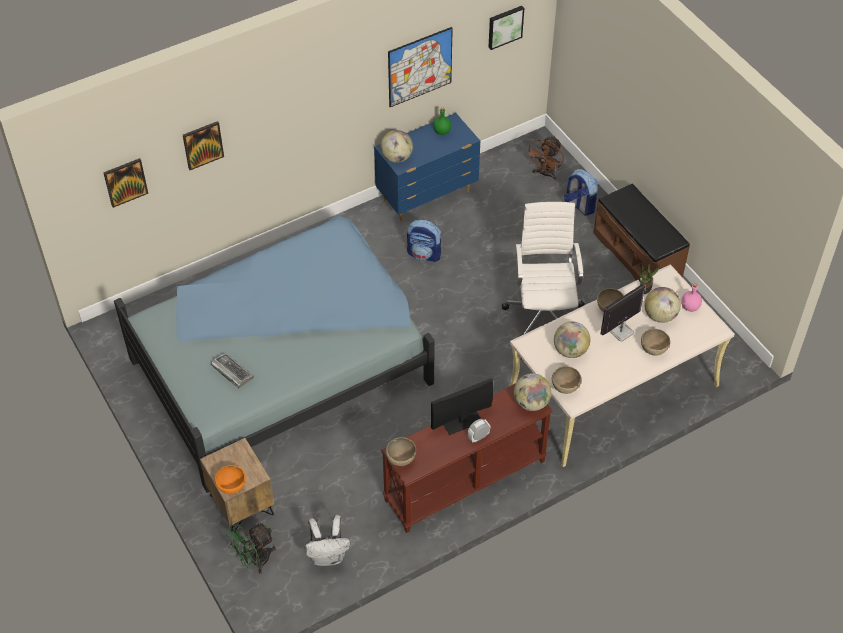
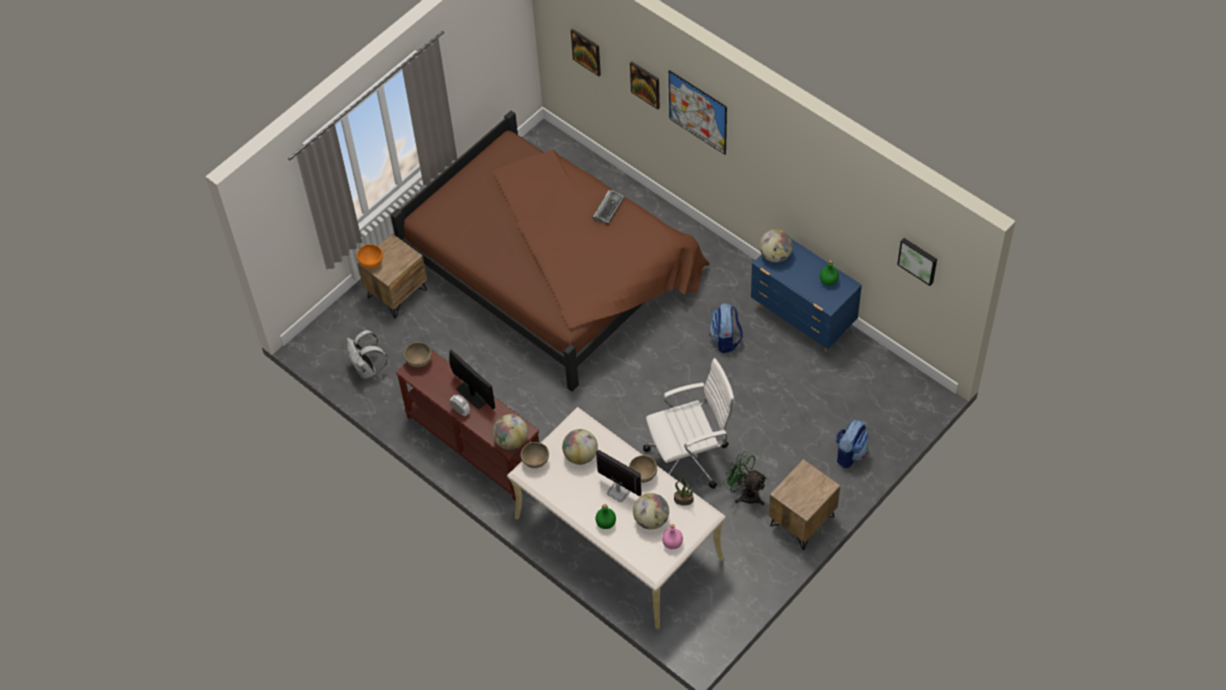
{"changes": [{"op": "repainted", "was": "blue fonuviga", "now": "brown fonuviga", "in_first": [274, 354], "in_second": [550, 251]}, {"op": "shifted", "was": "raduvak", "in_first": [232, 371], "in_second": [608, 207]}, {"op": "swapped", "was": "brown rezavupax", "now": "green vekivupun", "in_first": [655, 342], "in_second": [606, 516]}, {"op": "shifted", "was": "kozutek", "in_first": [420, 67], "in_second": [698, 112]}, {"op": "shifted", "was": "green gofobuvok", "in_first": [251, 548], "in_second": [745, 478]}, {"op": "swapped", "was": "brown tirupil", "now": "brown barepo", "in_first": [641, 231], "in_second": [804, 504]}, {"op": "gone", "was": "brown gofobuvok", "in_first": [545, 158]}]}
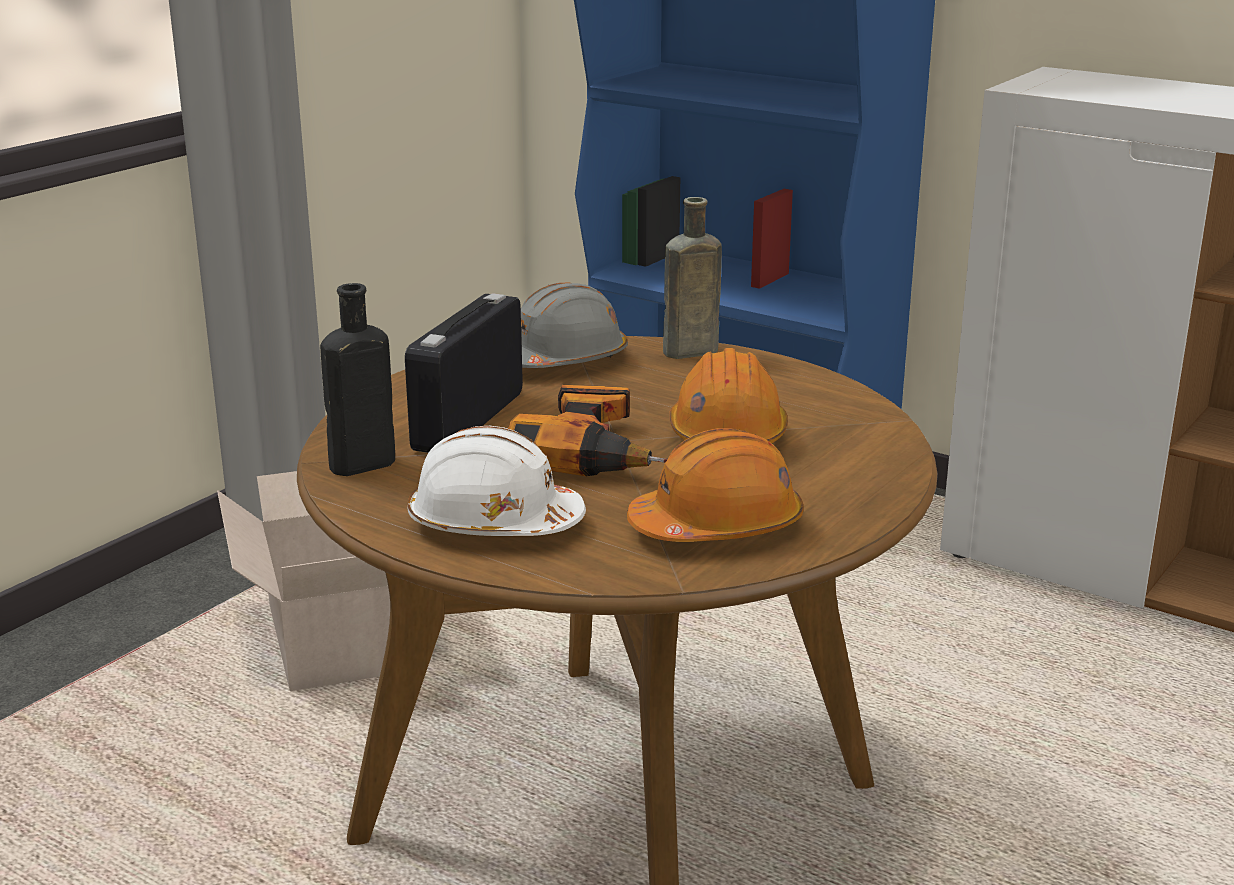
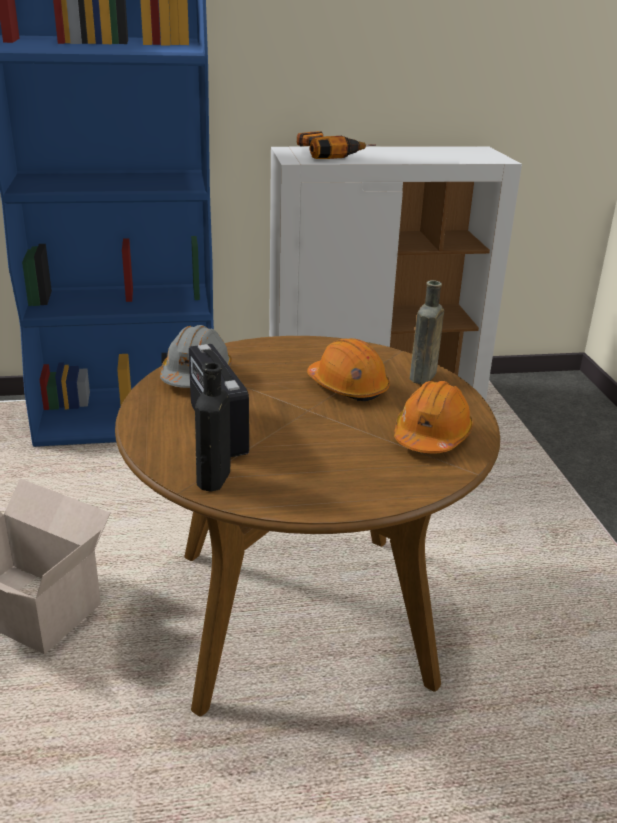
{"changes": [{"op": "shifted", "was": "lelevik", "in_first": [587, 431], "in_second": [336, 145]}, {"op": "shifted", "was": "brown vekivupun", "in_first": [692, 278], "in_second": [427, 332]}, {"op": "gone", "was": "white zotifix", "in_first": [497, 481]}]}
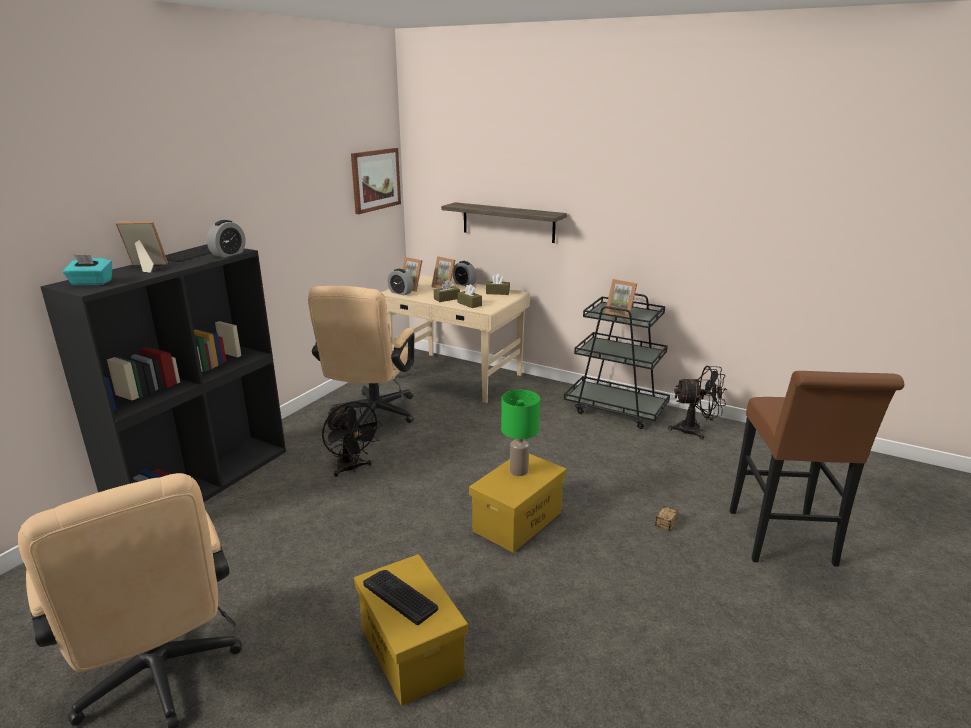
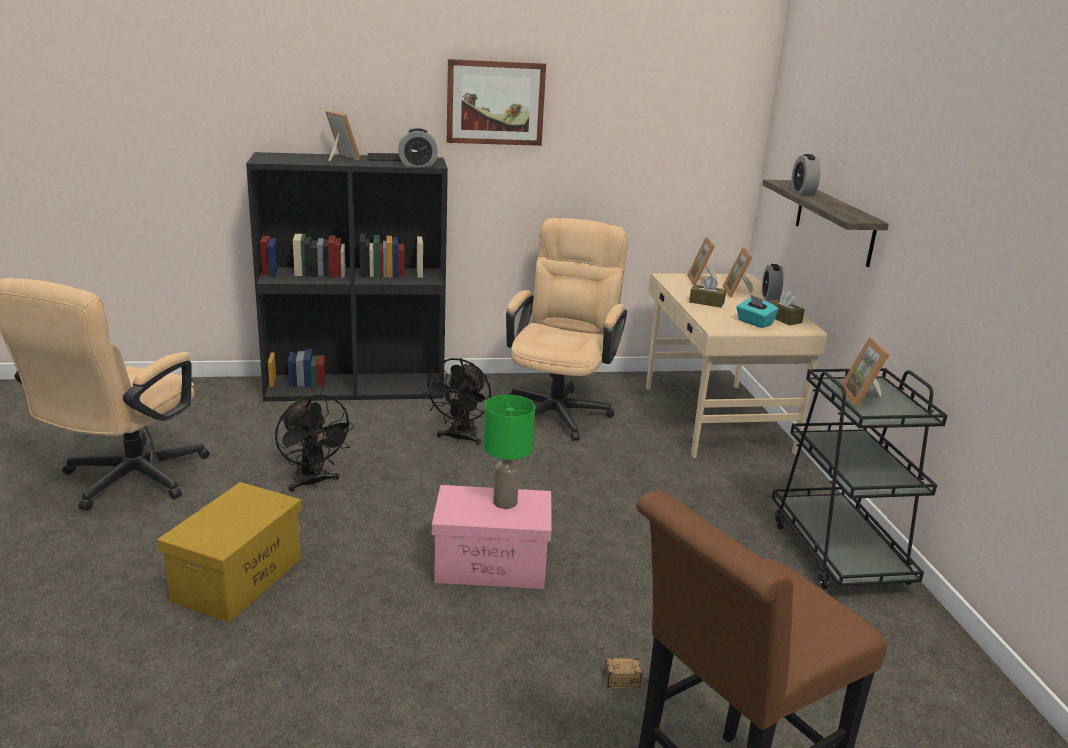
{"changes": [{"op": "shifted", "was": "black gofobuvok", "in_first": [697, 403], "in_second": [315, 443]}, {"op": "repainted", "was": "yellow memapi", "now": "pink memapi", "in_first": [518, 503], "in_second": [492, 537]}, {"op": "shifted", "was": "kozutek", "in_first": [376, 181], "in_second": [496, 102]}, {"op": "rotated", "was": "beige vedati", "in_first": [361, 356], "in_second": [567, 329], "clockwise": 135}, {"op": "shifted", "was": "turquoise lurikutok", "in_first": [87, 270], "in_second": [757, 311]}, {"op": "shifted", "was": "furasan", "in_first": [400, 282], "in_second": [806, 174]}, {"op": "gone", "was": "raduvak", "in_first": [400, 597]}, {"op": "gone", "was": "brown lurikutok", "in_first": [469, 296]}]}
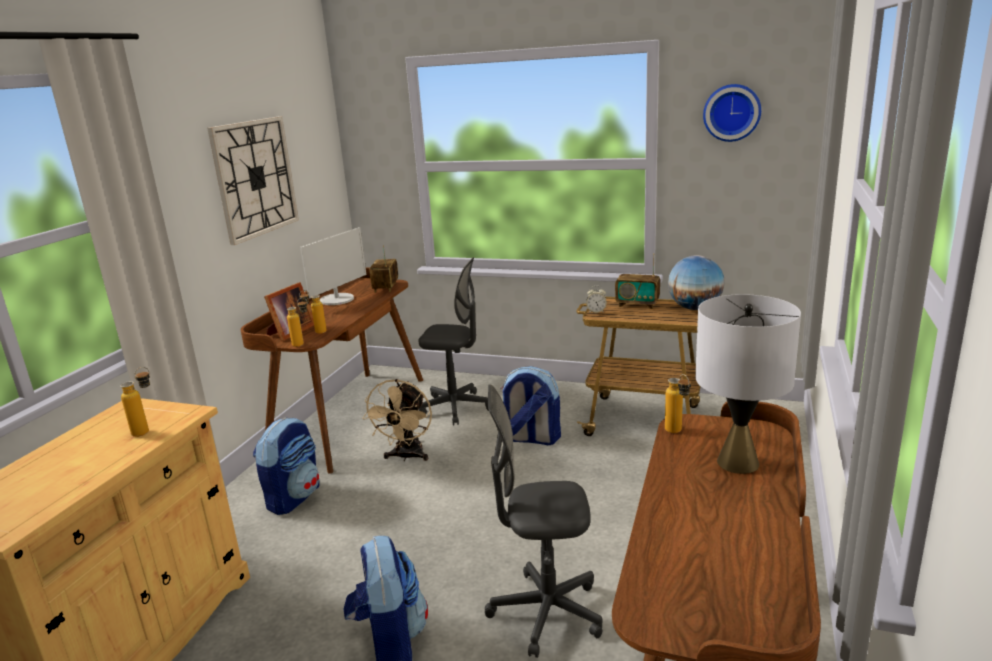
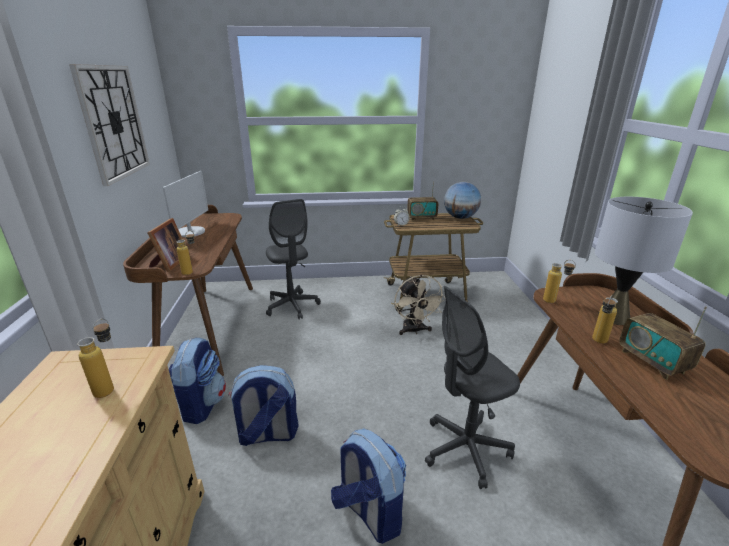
{"changes": [{"op": "shifted", "was": "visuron", "in_first": [530, 405], "in_second": [263, 405]}, {"op": "rotated", "was": "grey vedati", "in_first": [454, 341], "in_second": [293, 259], "clockwise": 75}, {"op": "shifted", "was": "beige gofobuvok", "in_first": [397, 420], "in_second": [420, 305]}, {"op": "shifted", "was": "vekivupun", "in_first": [313, 312], "in_second": [605, 319]}, {"op": "shifted", "was": "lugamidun", "in_first": [383, 269], "in_second": [663, 343]}, {"op": "gone", "was": "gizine", "in_first": [732, 113]}]}
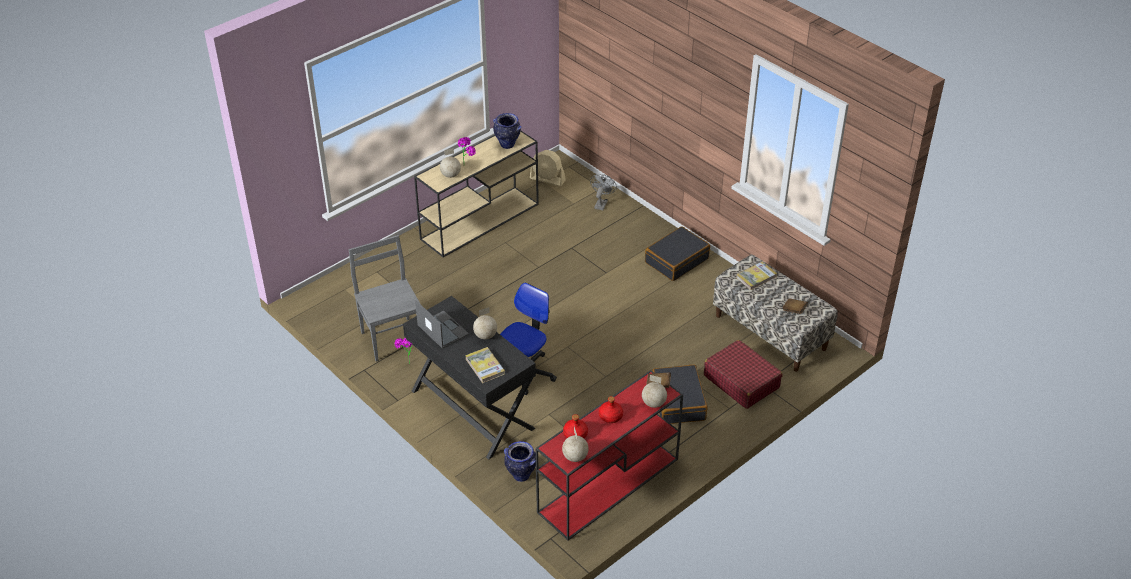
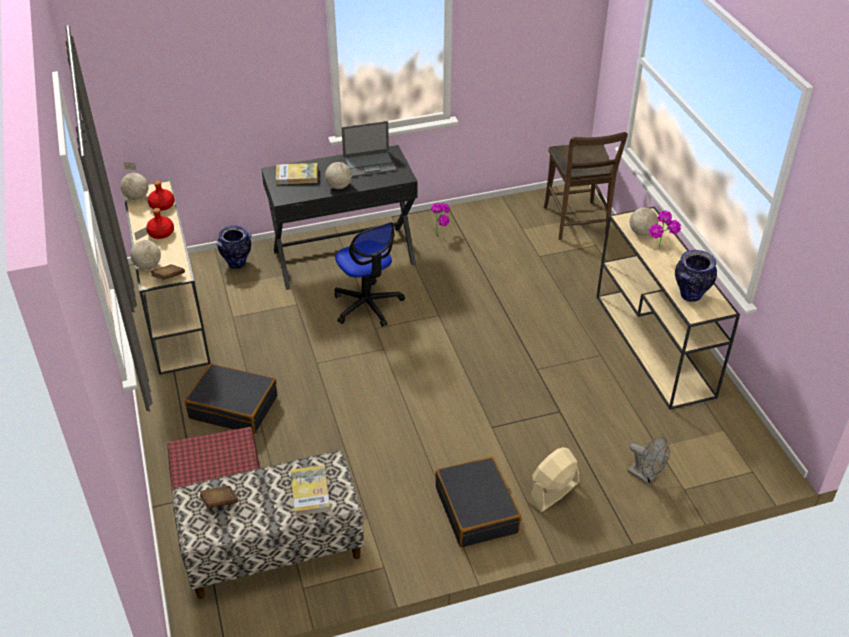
{"changes": [{"op": "repainted", "was": "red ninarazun", "now": "beige ninarazun", "in_first": [609, 455], "in_second": [167, 277]}, {"op": "shifted", "was": "beige gofobuvok", "in_first": [548, 168], "in_second": [553, 479]}, {"op": "new", "now": "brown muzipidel", "in_second": [586, 186]}, {"op": "gone", "was": "grey muzipidel", "in_first": [384, 298]}]}
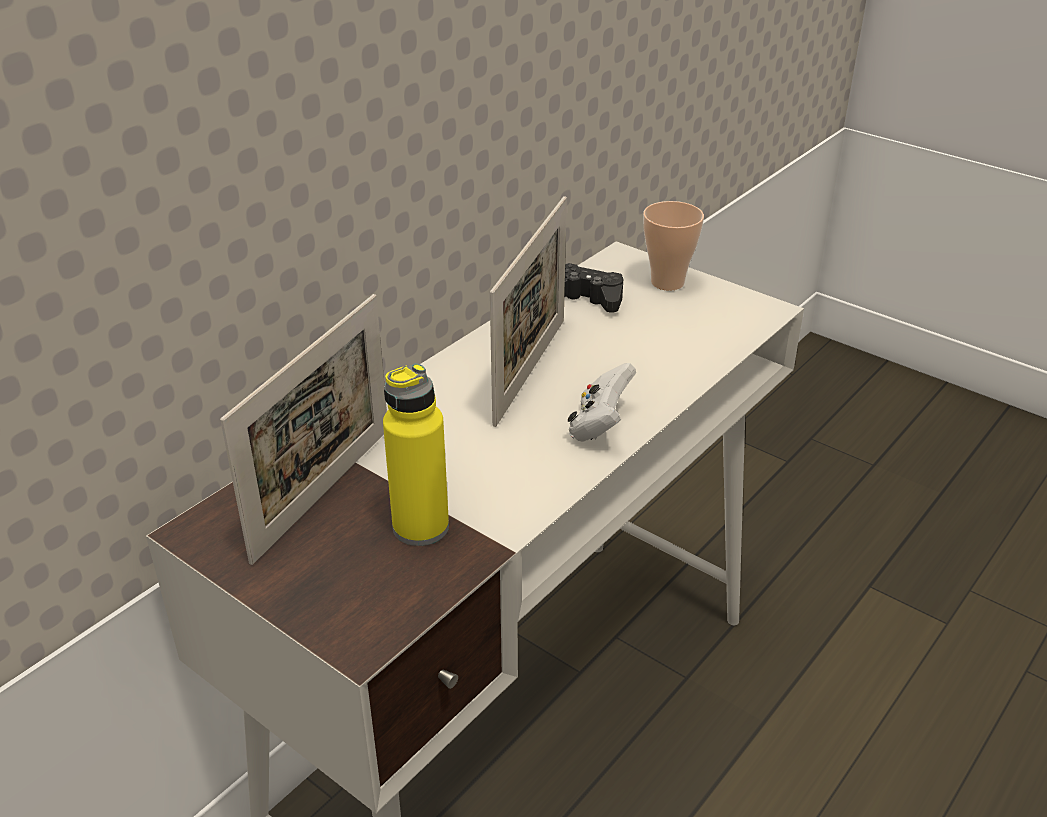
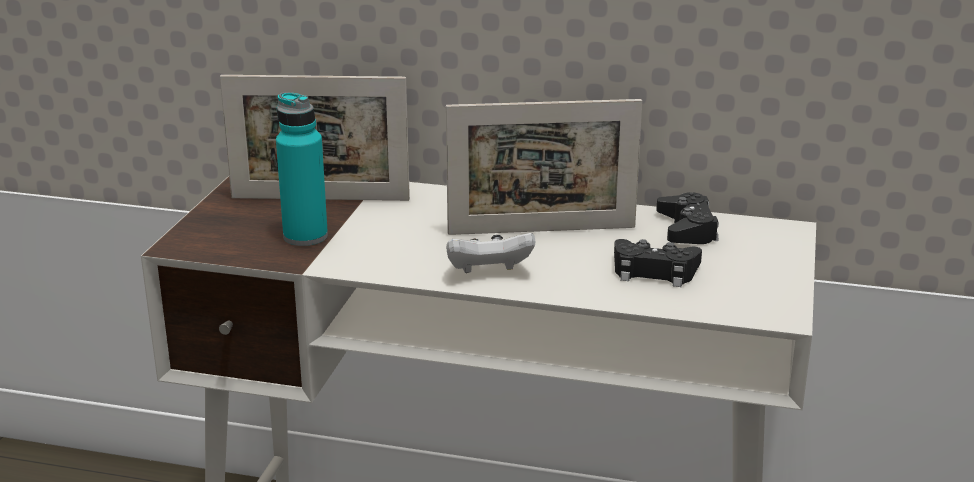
{"changes": [{"op": "repainted", "was": "yellow vekivupun", "now": "turquoise vekivupun", "in_first": [416, 454], "in_second": [302, 169]}, {"op": "new", "now": "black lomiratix", "in_second": [658, 263]}, {"op": "gone", "was": "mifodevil", "in_first": [673, 246]}]}
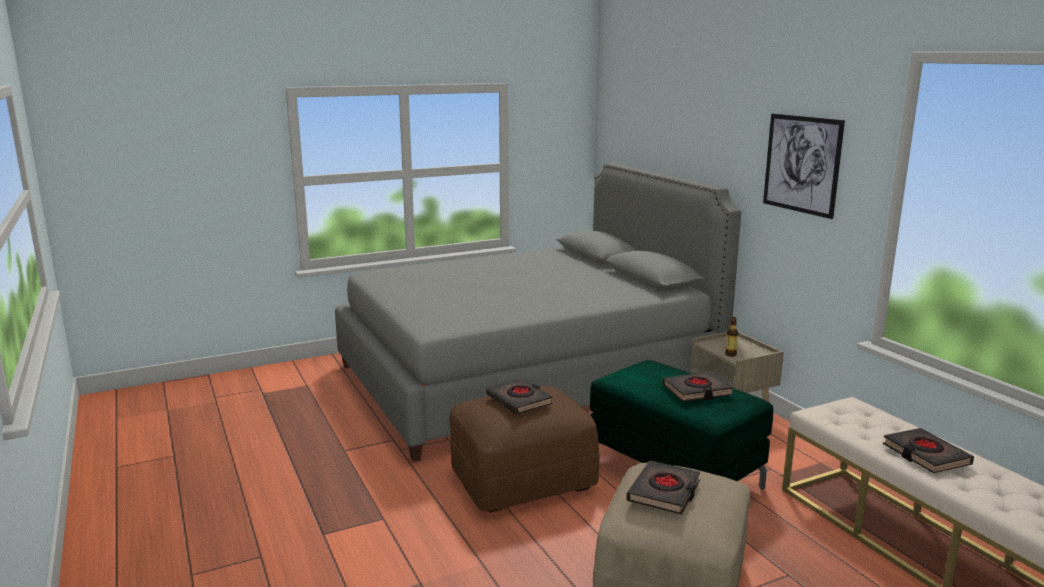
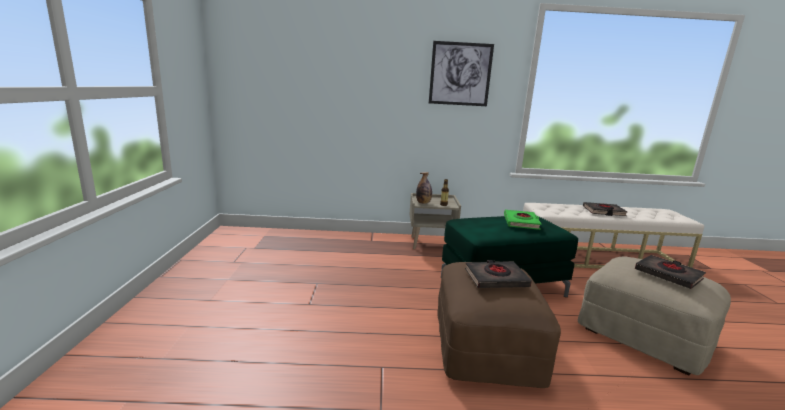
{"changes": [{"op": "new", "now": "vekivupun", "in_second": [424, 188]}, {"op": "repainted", "was": "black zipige", "now": "green zipige", "in_first": [698, 387], "in_second": [523, 220]}, {"op": "gone", "was": "grey fonuviga", "in_first": [538, 312]}]}
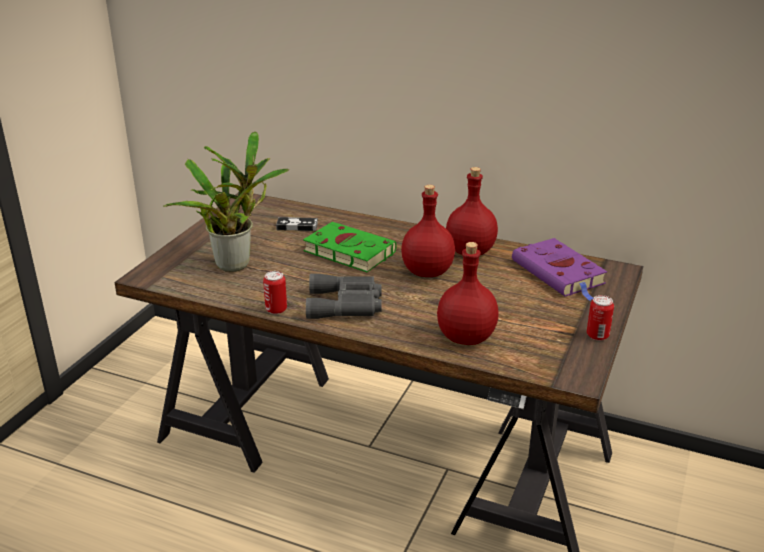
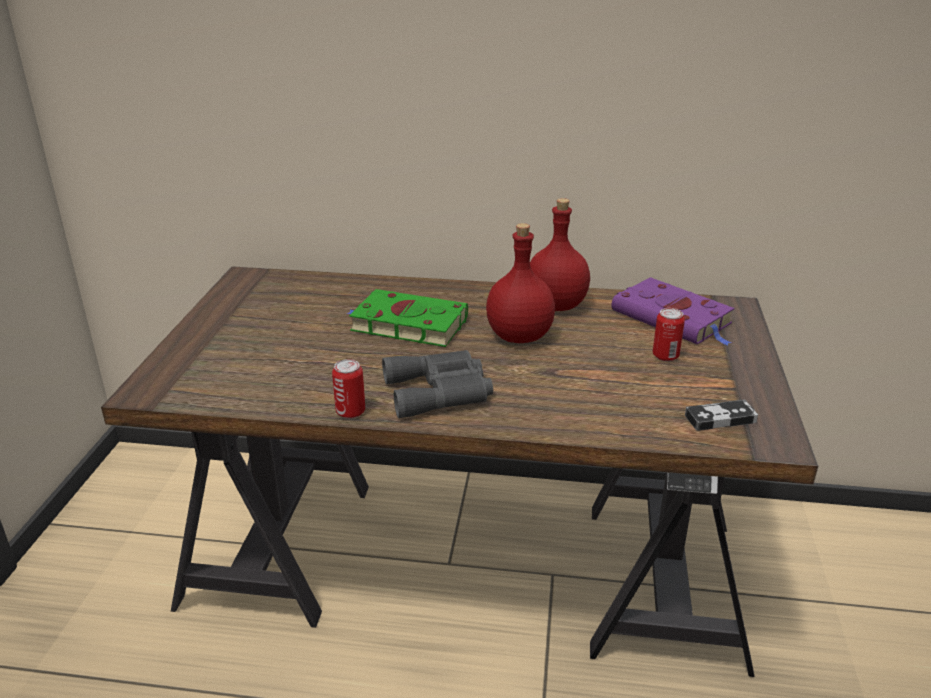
{"changes": [{"op": "shifted", "was": "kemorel", "in_first": [600, 318], "in_second": [669, 335]}, {"op": "shifted", "was": "lomiratix", "in_first": [297, 224], "in_second": [721, 415]}, {"op": "gone", "was": "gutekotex", "in_first": [226, 201]}, {"op": "gone", "was": "red vekivupun", "in_first": [468, 293]}]}
